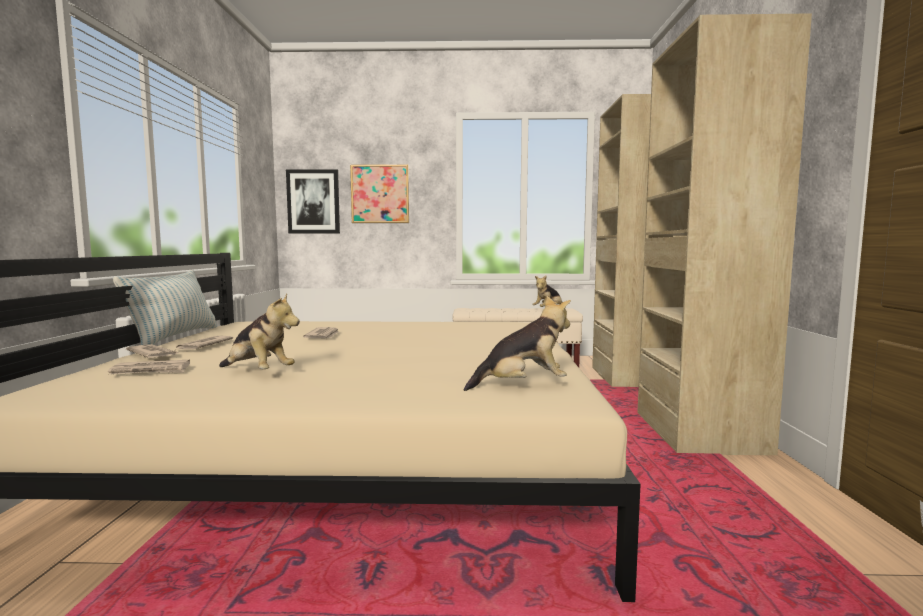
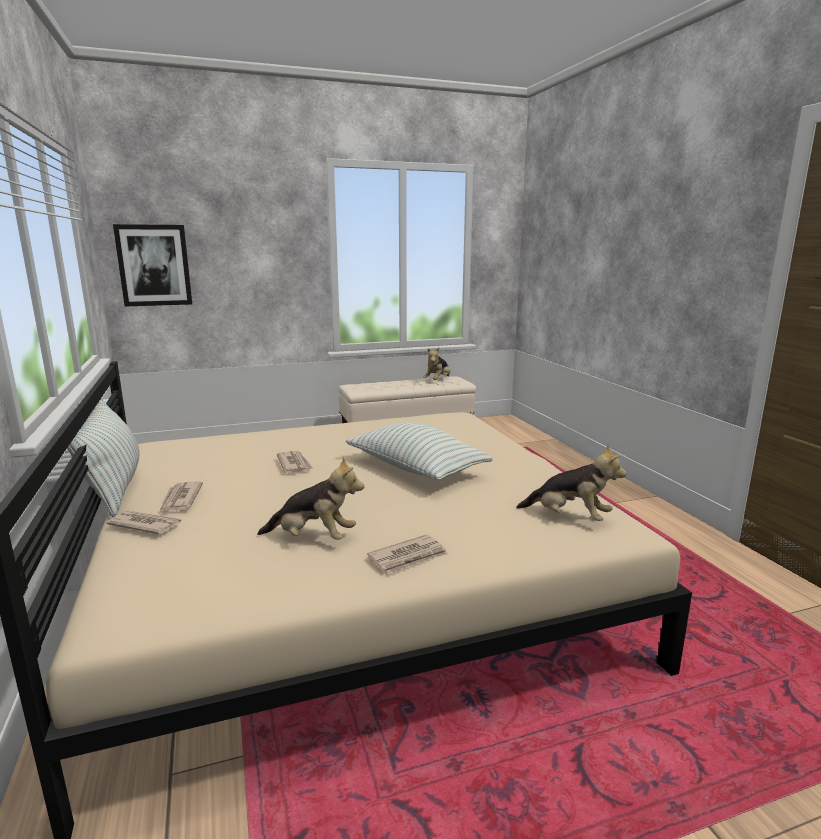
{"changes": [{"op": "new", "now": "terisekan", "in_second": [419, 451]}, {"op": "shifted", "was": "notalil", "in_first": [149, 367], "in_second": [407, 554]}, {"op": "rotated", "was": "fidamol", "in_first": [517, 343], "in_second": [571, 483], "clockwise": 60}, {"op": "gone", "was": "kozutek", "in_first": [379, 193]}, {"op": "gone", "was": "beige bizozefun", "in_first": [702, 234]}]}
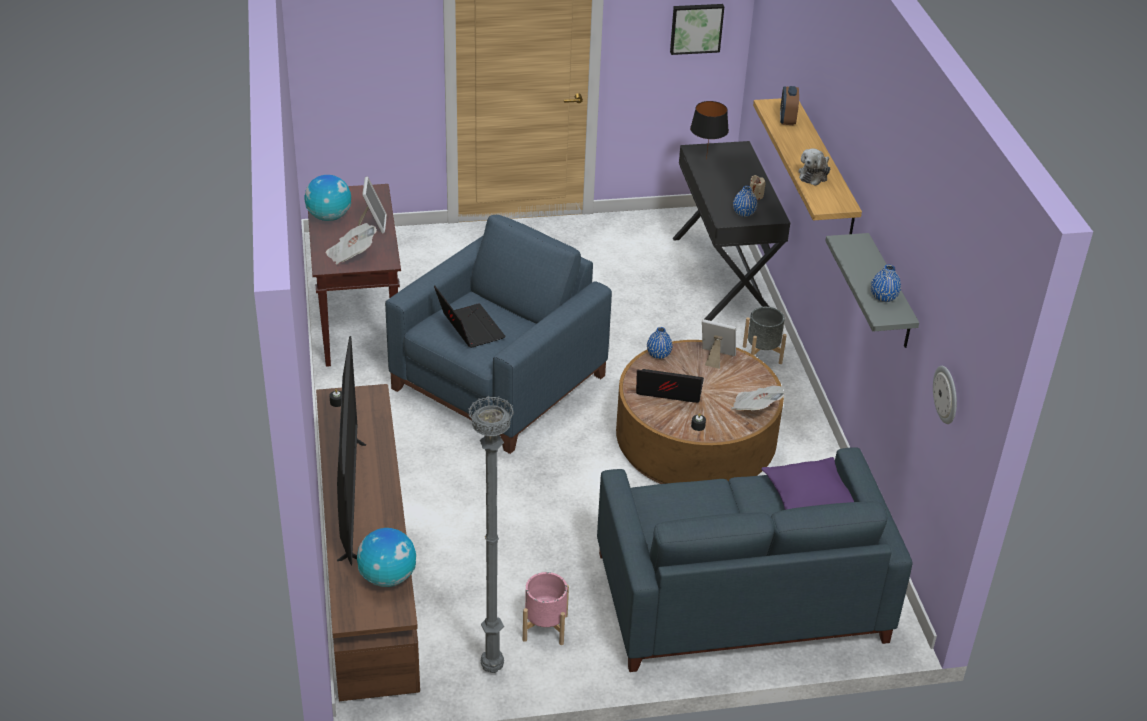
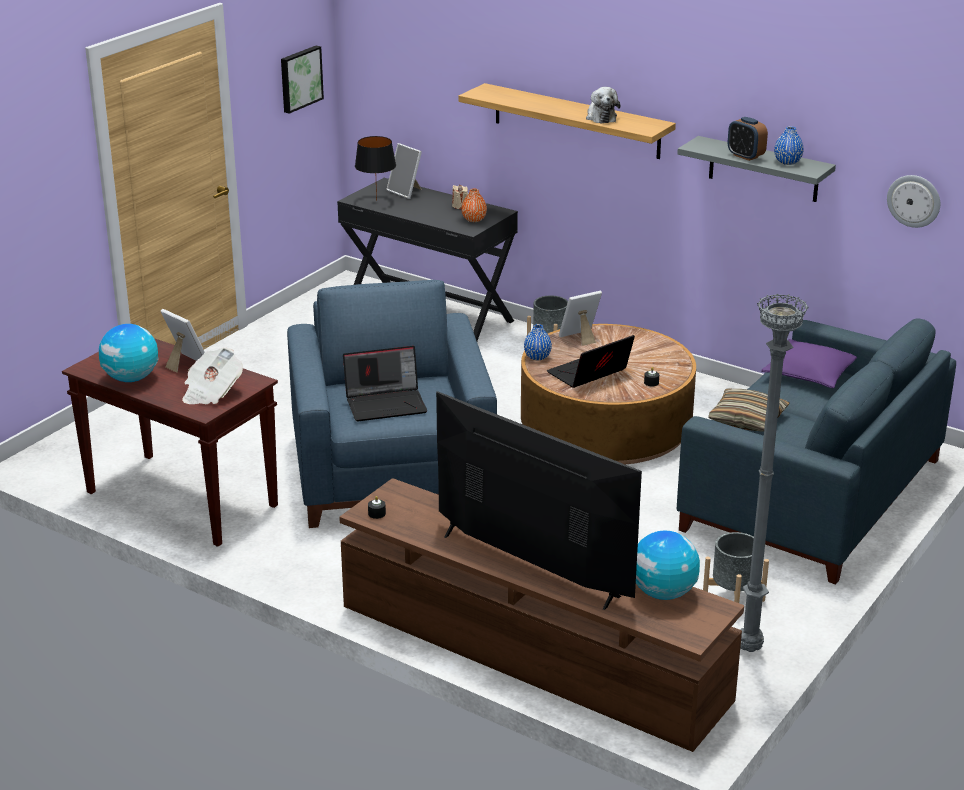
{"changes": [{"op": "rotated", "was": "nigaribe", "in_first": [470, 316], "in_second": [385, 383], "clockwise": 150}, {"op": "new", "now": "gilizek", "in_second": [404, 171]}, {"op": "repainted", "was": "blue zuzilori", "now": "orange zuzilori", "in_first": [745, 201], "in_second": [474, 205]}, {"op": "repainted", "was": "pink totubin", "now": "grey totubin", "in_first": [546, 608], "in_second": [736, 567]}, {"op": "new", "now": "terisekan", "in_second": [749, 410]}, {"op": "shifted", "was": "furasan", "in_first": [789, 105], "in_second": [748, 139]}, {"op": "gone", "was": "notalil", "in_first": [758, 397]}]}
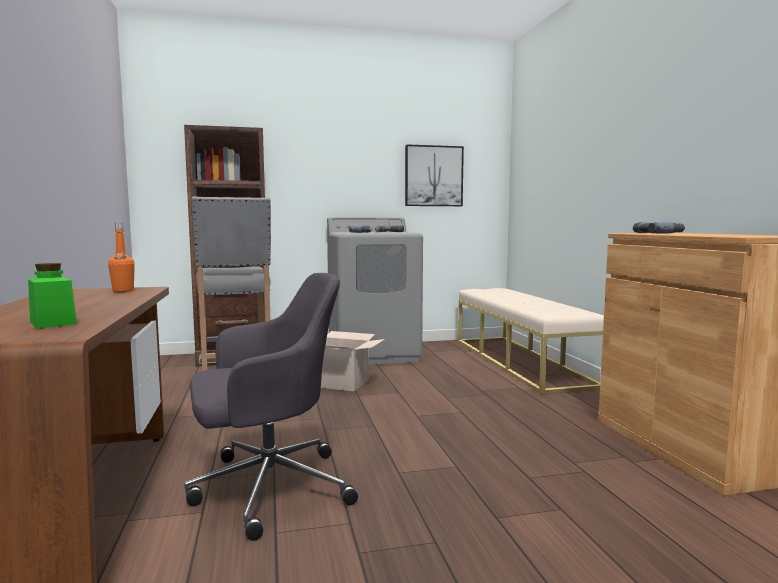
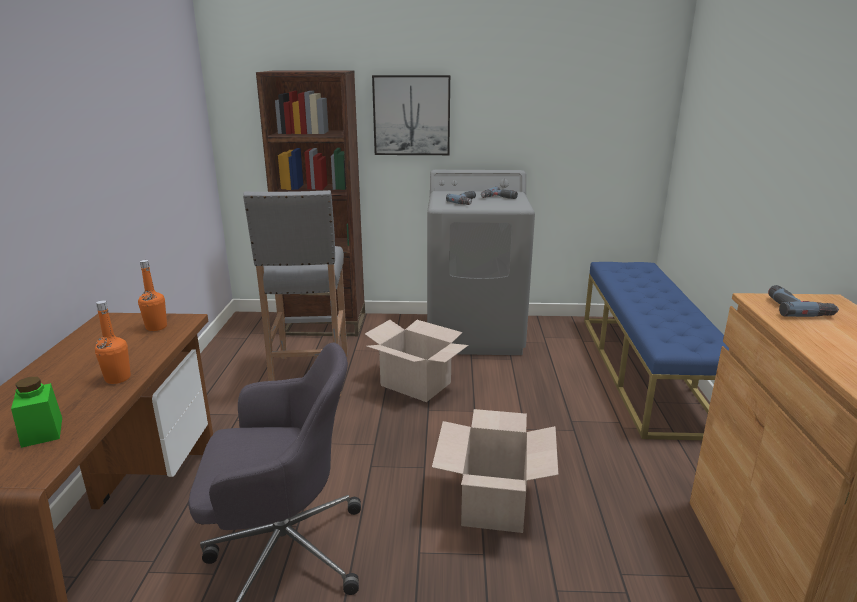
{"changes": [{"op": "new", "now": "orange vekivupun", "in_second": [113, 342]}, {"op": "shifted", "was": "kozutek", "in_first": [434, 175], "in_second": [411, 115]}, {"op": "new", "now": "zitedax", "in_second": [495, 471]}, {"op": "repainted", "was": "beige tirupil", "now": "blue tirupil", "in_first": [531, 341], "in_second": [656, 351]}]}
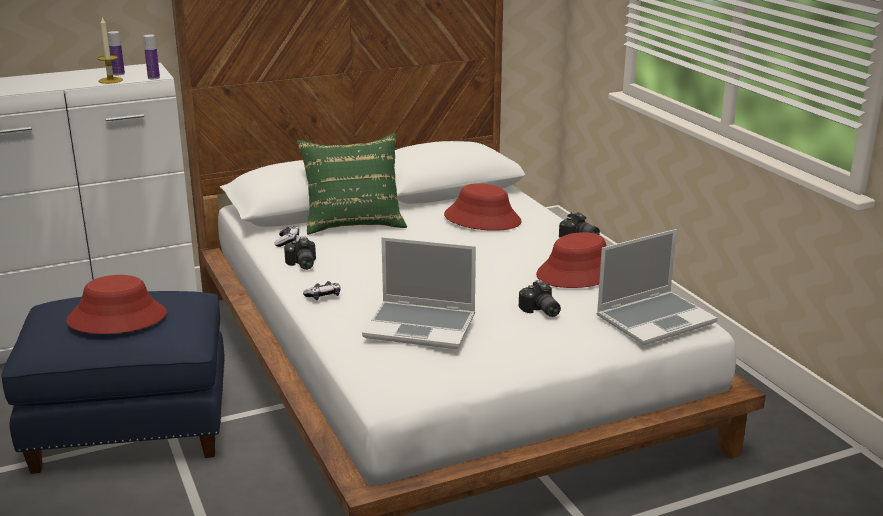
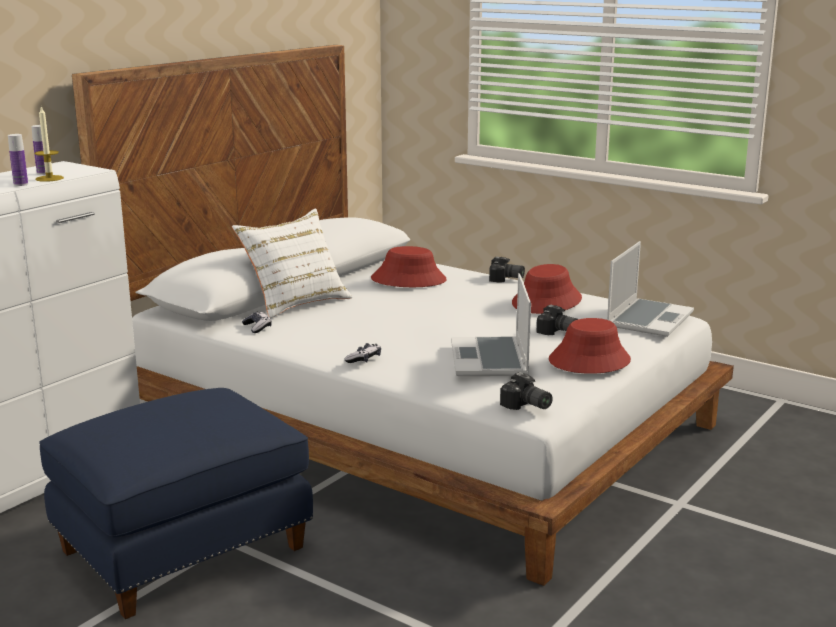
{"changes": [{"op": "shifted", "was": "vekivupun", "in_first": [151, 57], "in_second": [18, 160]}, {"op": "repainted", "was": "green terisekan", "now": "white terisekan", "in_first": [352, 184], "in_second": [292, 263]}, {"op": "rotated", "was": "nigaribe", "in_first": [419, 293], "in_second": [491, 324], "clockwise": 105}, {"op": "shifted", "was": "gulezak", "in_first": [300, 253], "in_second": [526, 391]}, {"op": "shifted", "was": "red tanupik", "in_first": [116, 304], "in_second": [590, 346]}]}
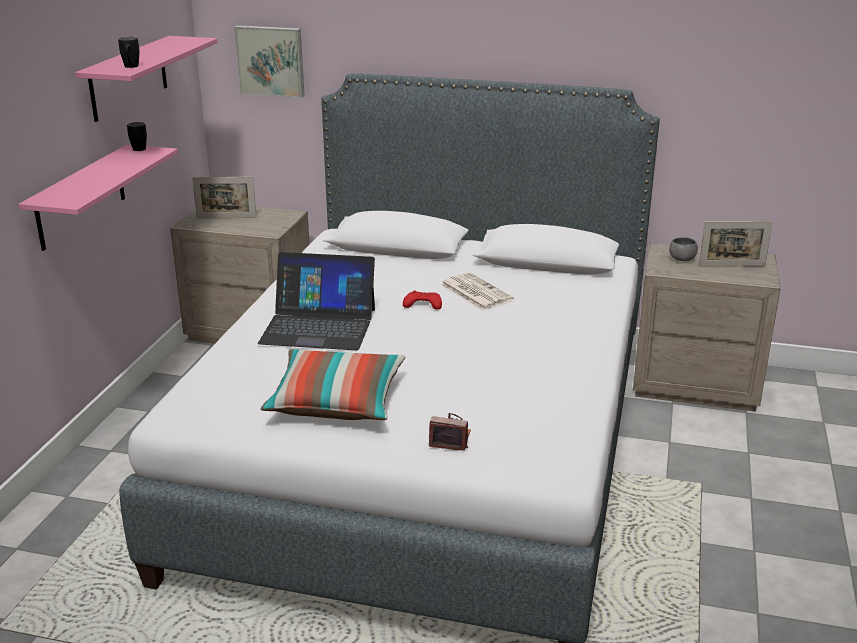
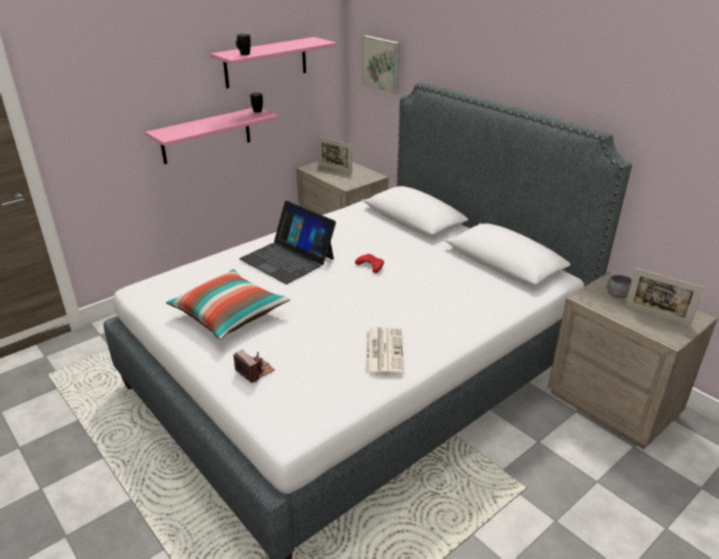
{"changes": [{"op": "shifted", "was": "notalil", "in_first": [477, 291], "in_second": [384, 351]}]}
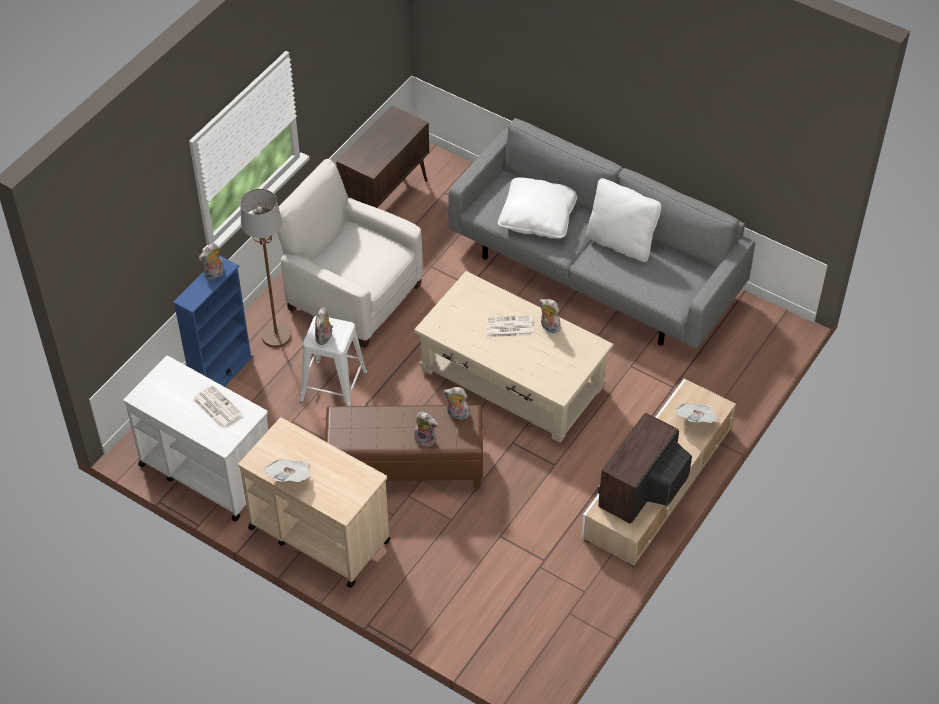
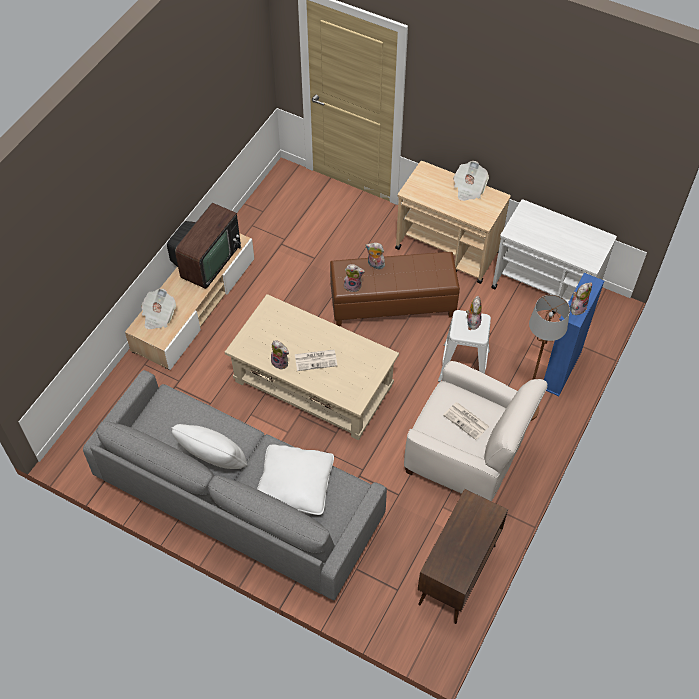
{"changes": [{"op": "shifted", "was": "notalil", "in_first": [217, 407], "in_second": [466, 421]}]}
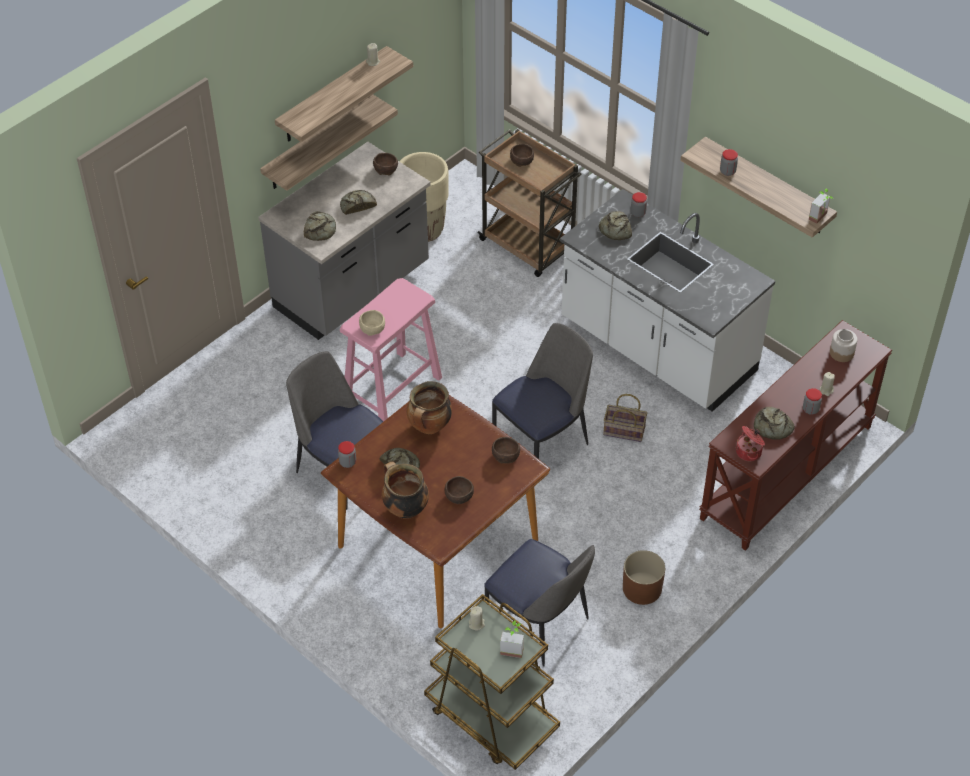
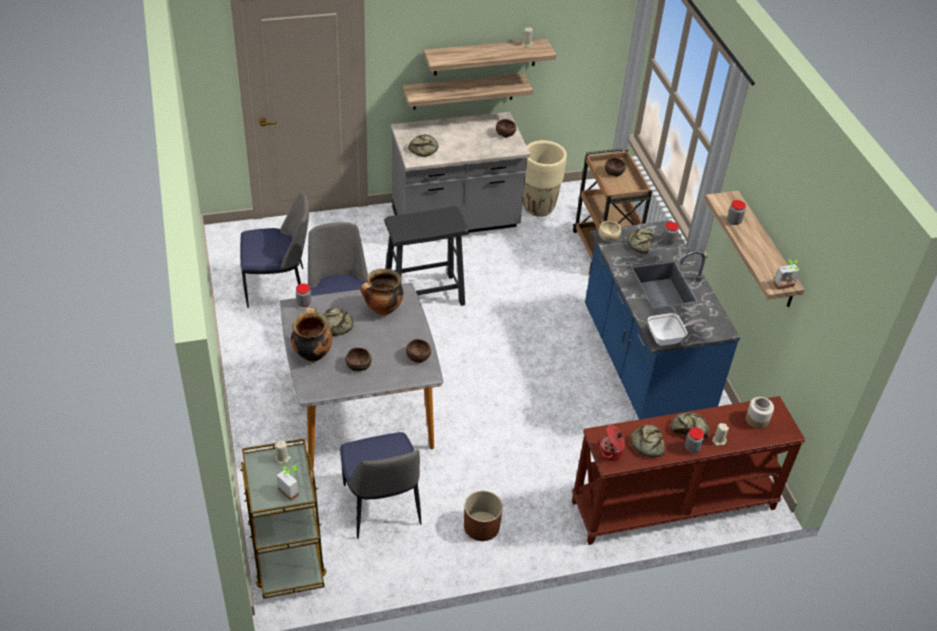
{"changes": [{"op": "shifted", "was": "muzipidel", "in_first": [542, 391], "in_second": [274, 250]}, {"op": "repainted", "was": "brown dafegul", "now": "grey dafegul", "in_first": [435, 511], "in_second": [362, 375]}, {"op": "repainted", "was": "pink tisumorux", "now": "black tisumorux", "in_first": [391, 350], "in_second": [426, 256]}, {"op": "repainted", "was": "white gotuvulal", "now": "blue gotuvulal", "in_first": [667, 300], "in_second": [662, 319]}, {"op": "shifted", "was": "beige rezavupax", "in_first": [372, 323], "in_second": [610, 231]}, {"op": "new", "now": "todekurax", "in_second": [677, 329]}, {"op": "shifted", "was": "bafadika", "in_first": [358, 202], "in_second": [690, 425]}, {"op": "gone", "was": "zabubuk", "in_first": [625, 418]}]}
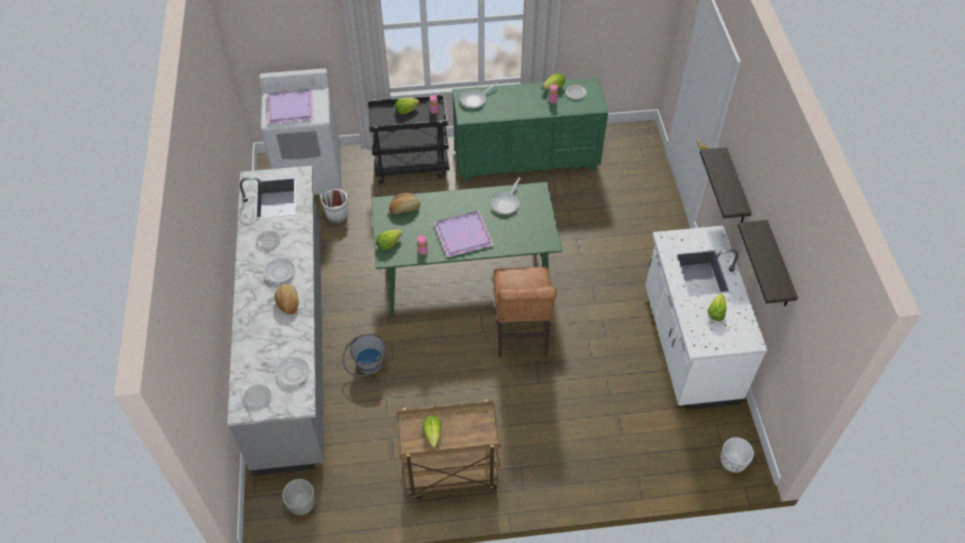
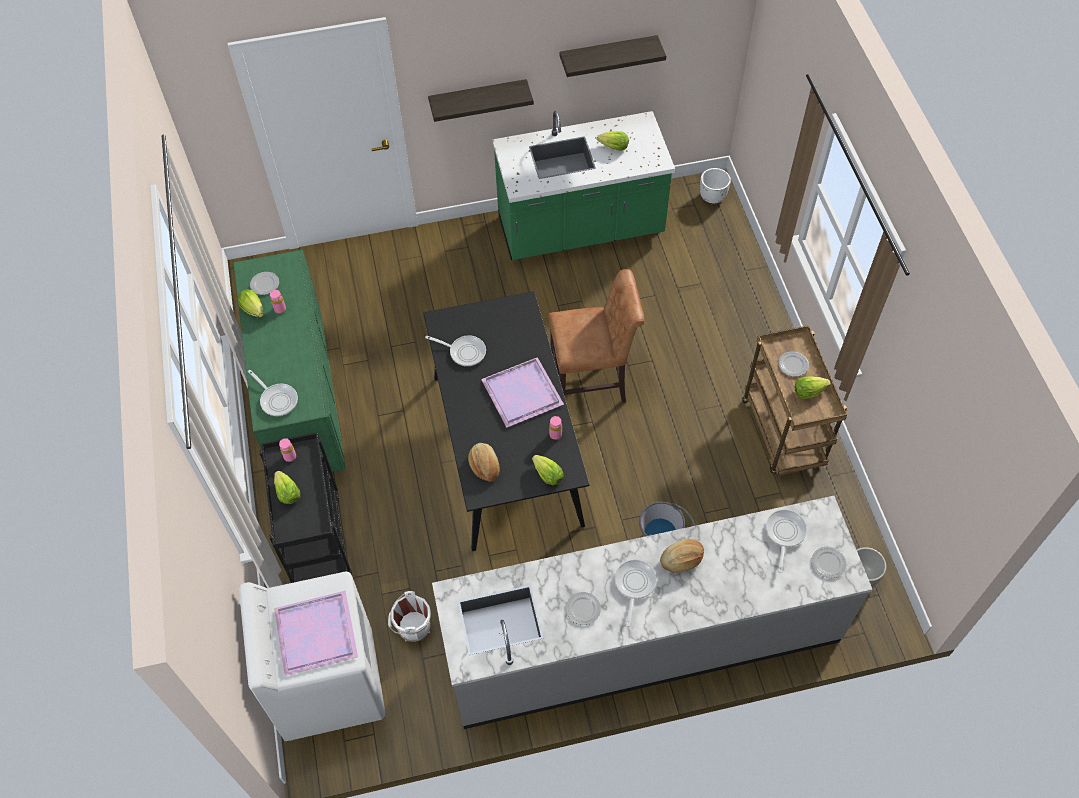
{"changes": [{"op": "repainted", "was": "green dafegul", "now": "black dafegul", "in_first": [467, 249], "in_second": [506, 421]}, {"op": "repainted", "was": "white gotuvulal", "now": "green gotuvulal", "in_first": [706, 318], "in_second": [583, 185]}, {"op": "new", "now": "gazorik", "in_second": [793, 364]}]}
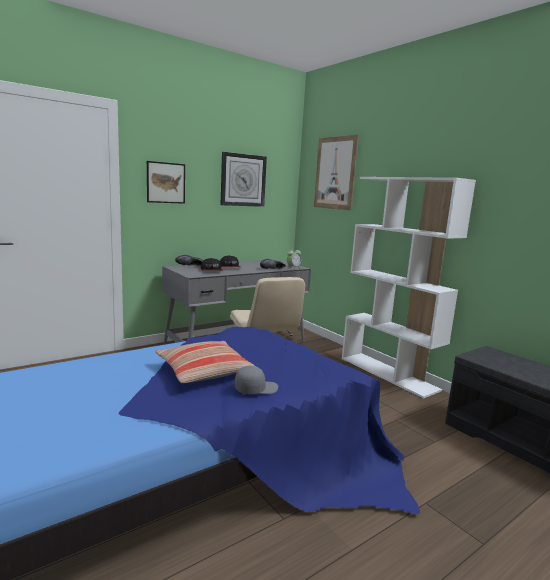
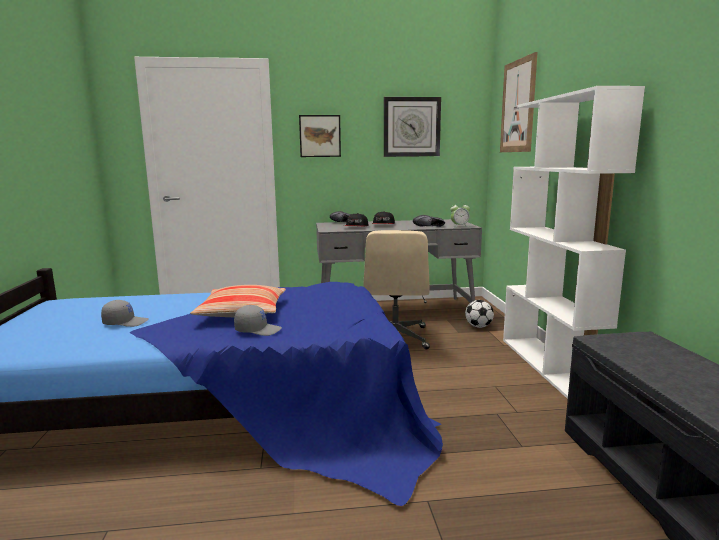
{"changes": [{"op": "new", "now": "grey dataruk", "in_second": [125, 313]}, {"op": "new", "now": "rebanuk", "in_second": [479, 314]}]}
